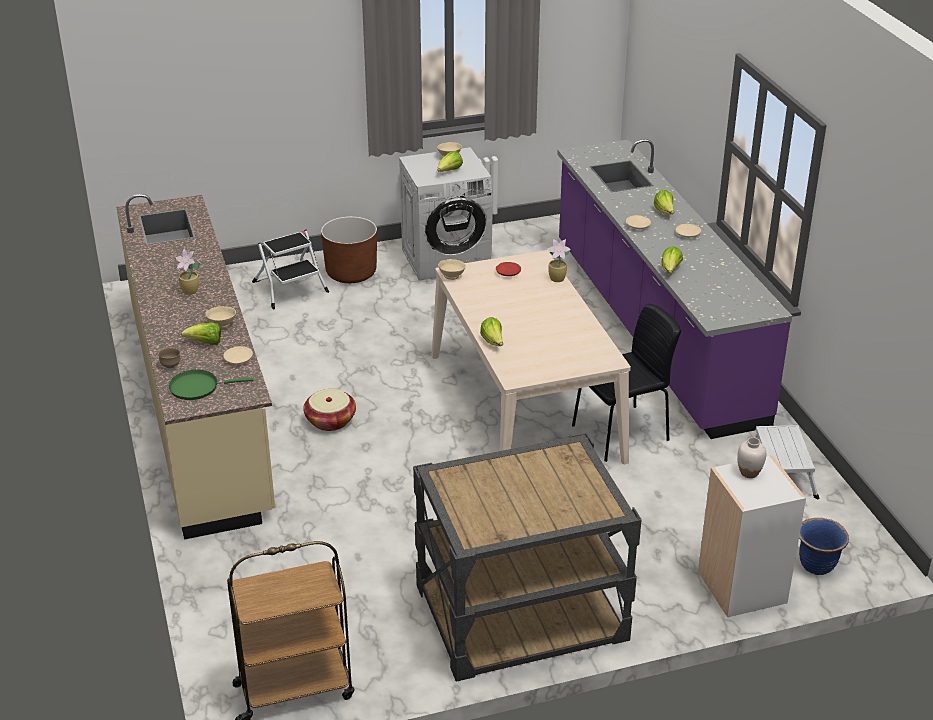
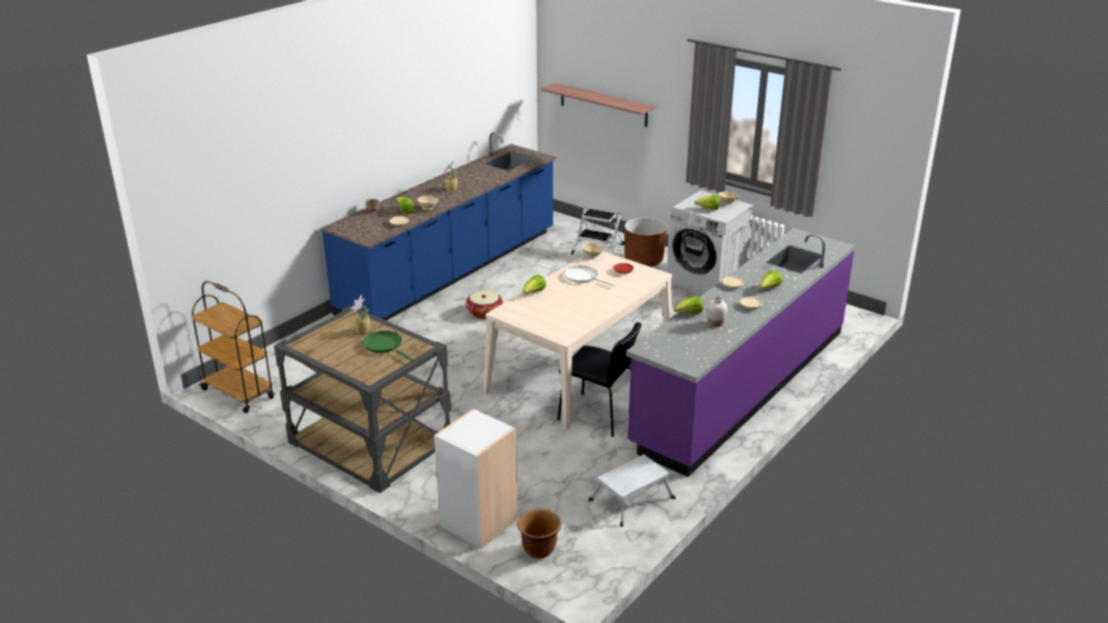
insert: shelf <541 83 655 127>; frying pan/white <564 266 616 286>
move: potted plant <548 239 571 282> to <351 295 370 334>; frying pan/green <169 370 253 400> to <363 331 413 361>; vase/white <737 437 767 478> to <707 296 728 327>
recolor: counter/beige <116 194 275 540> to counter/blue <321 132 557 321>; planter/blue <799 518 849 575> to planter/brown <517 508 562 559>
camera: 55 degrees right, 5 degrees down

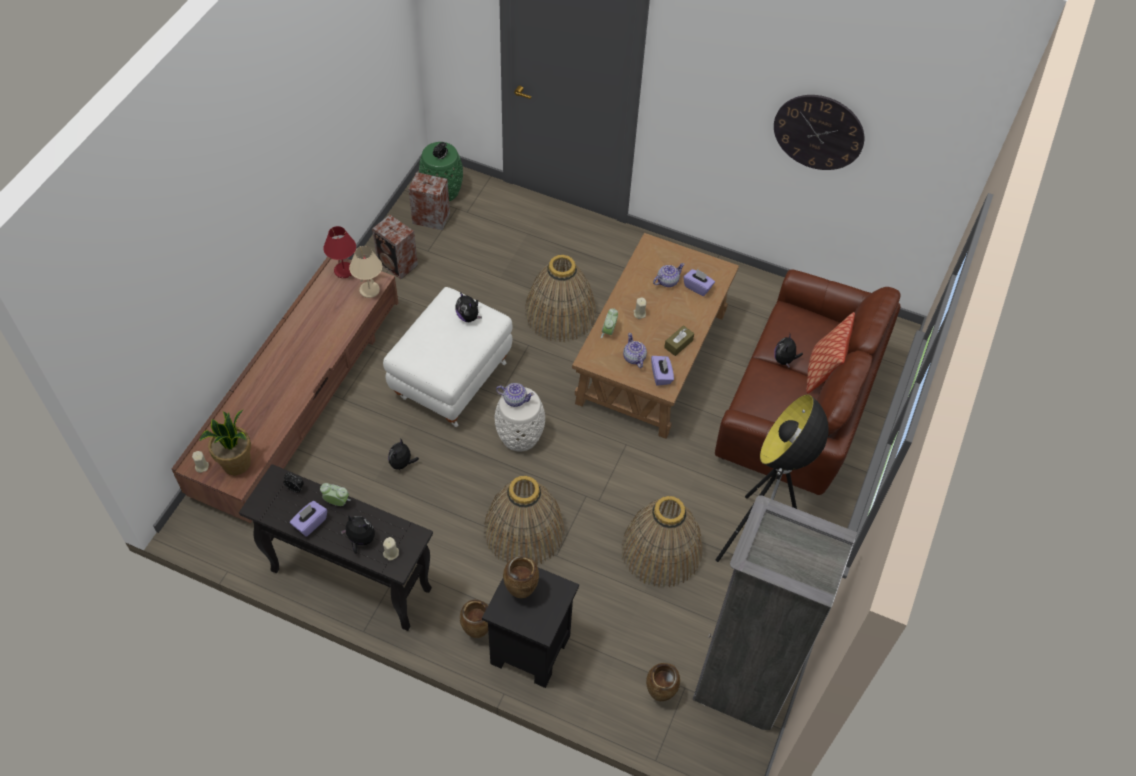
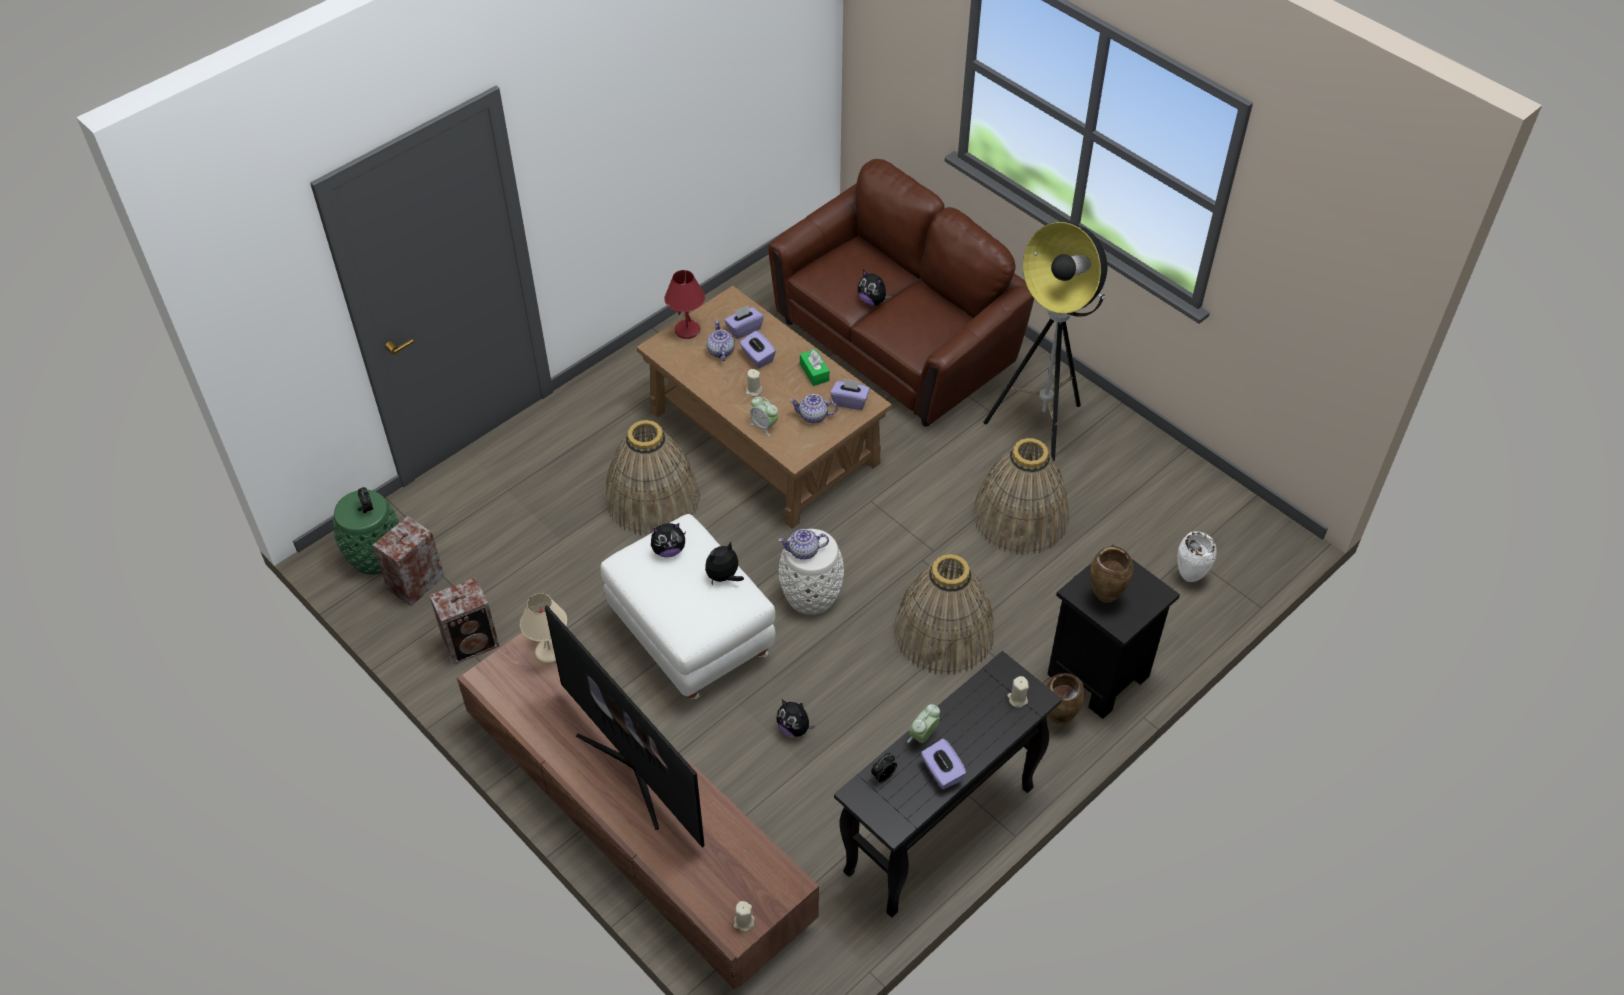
delete: wall clock <774 95 864 170>; pillow <806 312 855 393>; potted plant <199 410 251 475>; cabinet/grey <693 495 857 730>
insert: tissue box/purple <739 330 776 368>; television <545 606 704 847>
move: table lamp/red <323 226 356 278> to <664 270 705 339>; plush toy <340 514 375 554> to <705 541 744 585>
recolor: tissue box/brown <664 325 694 356> to tissue box/green <800 349 830 386>; vase/brown <646 663 680 701> to vase/white <1177 531 1217 582>
rotate: teapot <496 383 534 407> = <779 529 829 560> 135 degrees counterclockwise
camera: 65 degrees left, 5 degrees down

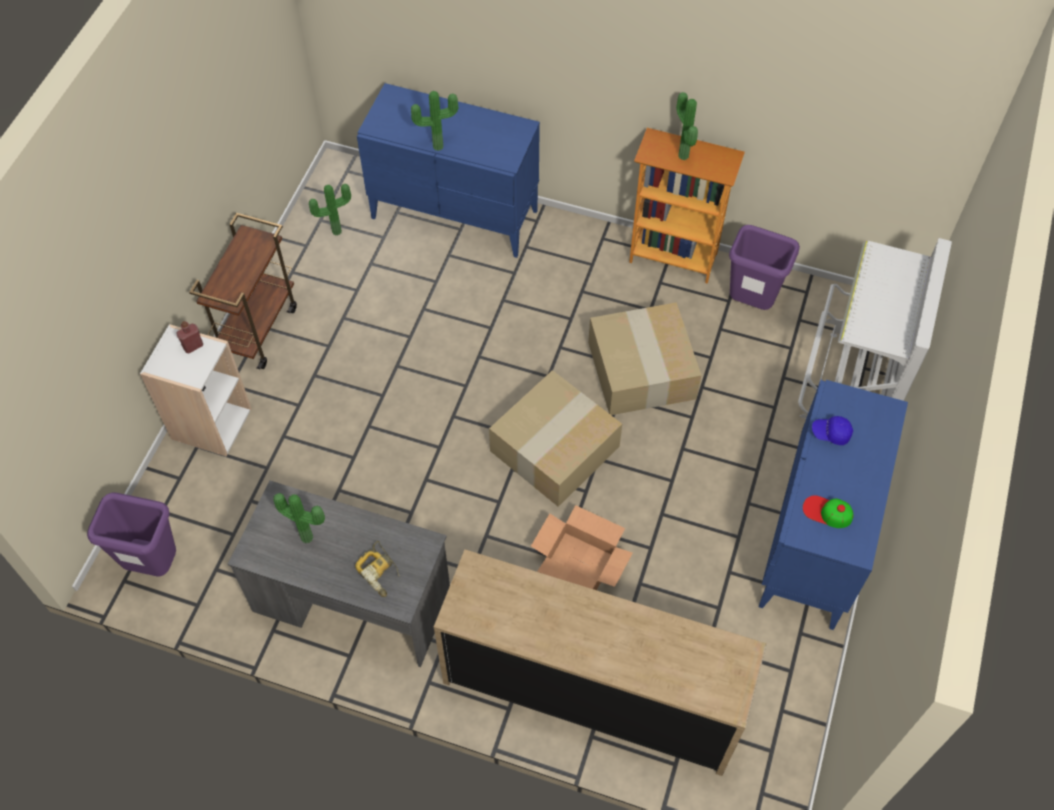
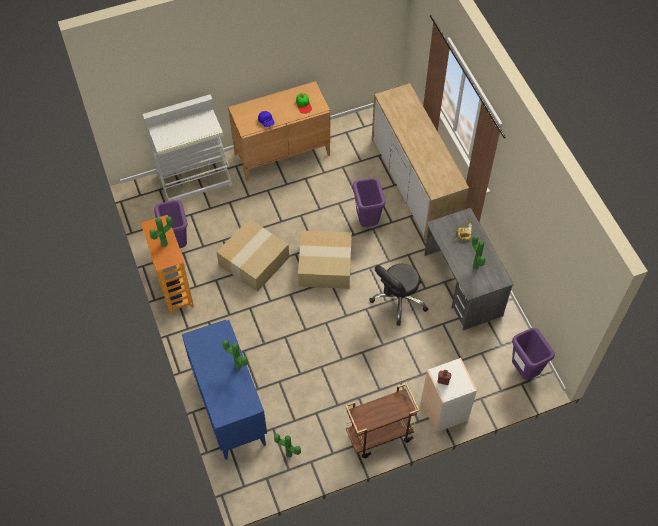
insert: office chair/black <369 264 428 326>
replace: cardboard box <531 505 633 590> to trash can/purple <352 178 386 227>
recolor: cabinet/blue <759 380 908 630> to cabinet/brown <228 81 330 182>
camera: 130 degrees left, 0 degrees up

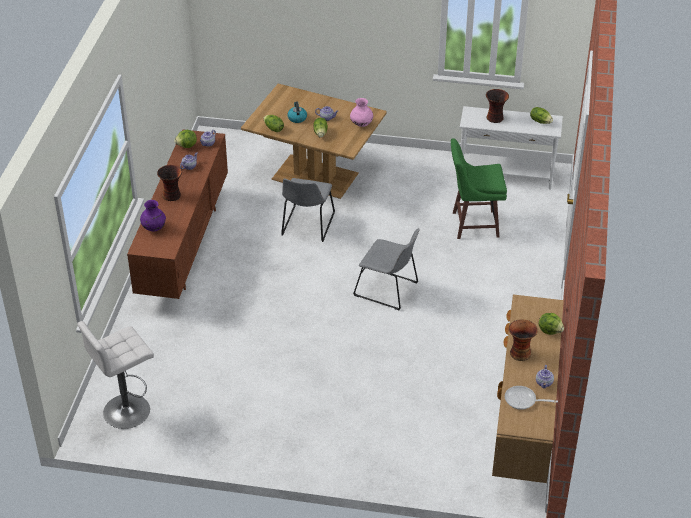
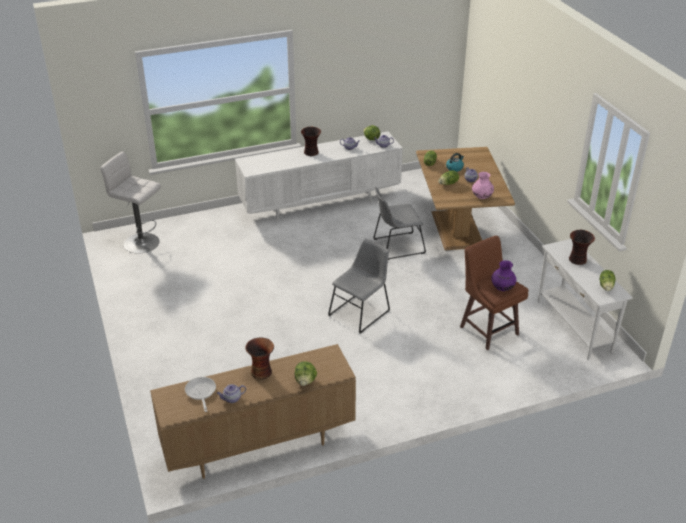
move: vase/purple <140 200 166 231> to <491 260 516 291>
recolor: cabinet/brown <127 129 228 299> to cabinet/white <235 131 403 221>; stool/green <451 138 507 239> to stool/brown <460 236 529 350>
rotate: chair/grey <353 228 420 310> = <328 239 390 334> 135 degrees counterclockwise
camera: 60 degrees right, 5 degrees down

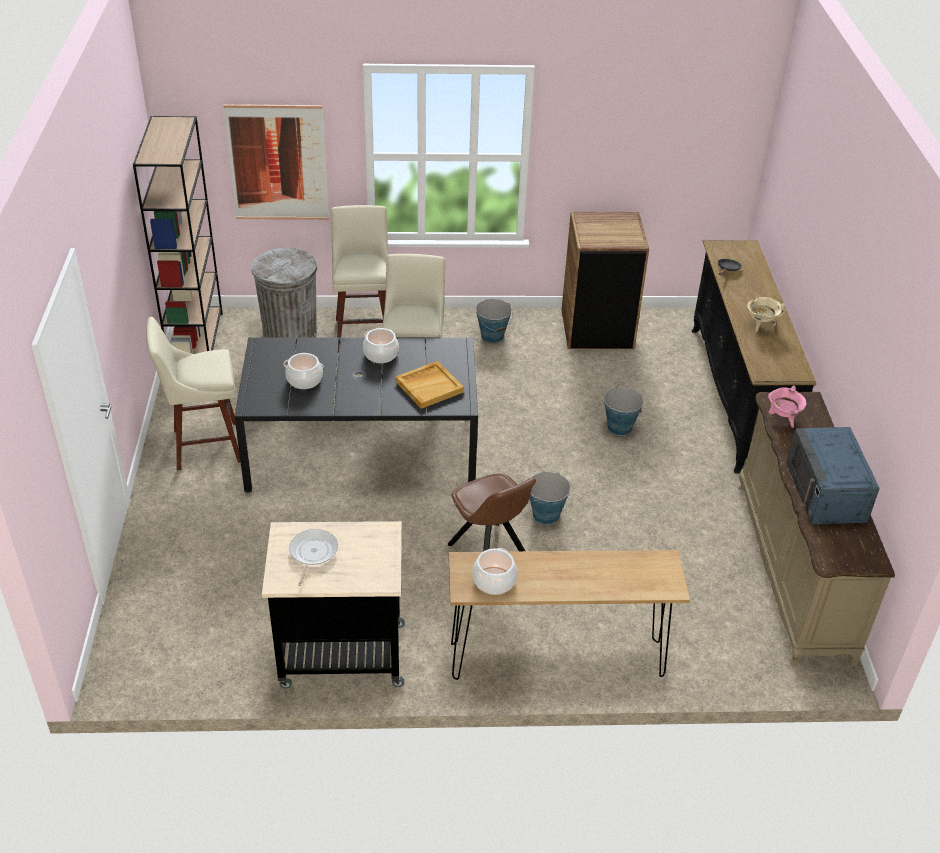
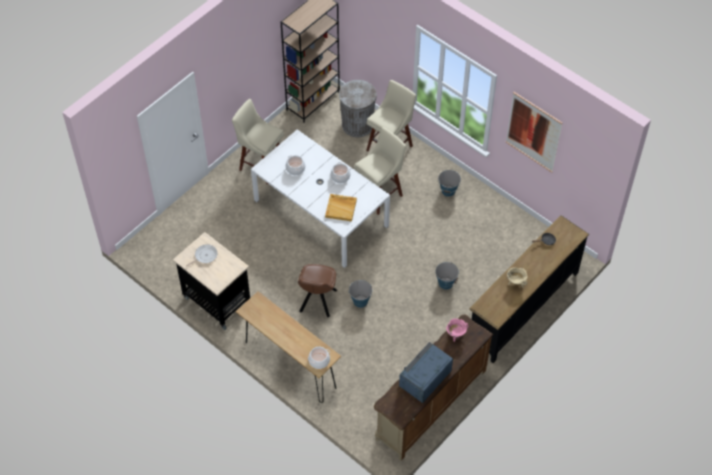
delete: cabinet/brown <561 212 649 349>
move: picture <223 104 329 220> to <506 92 562 173>; cooking pot <472 548 517 595> to <308 347 330 369>
recolor: dining table/black <234 337 478 493> to dining table/white <251 129 390 268>
camera: 45 degrees right, 15 degrees up

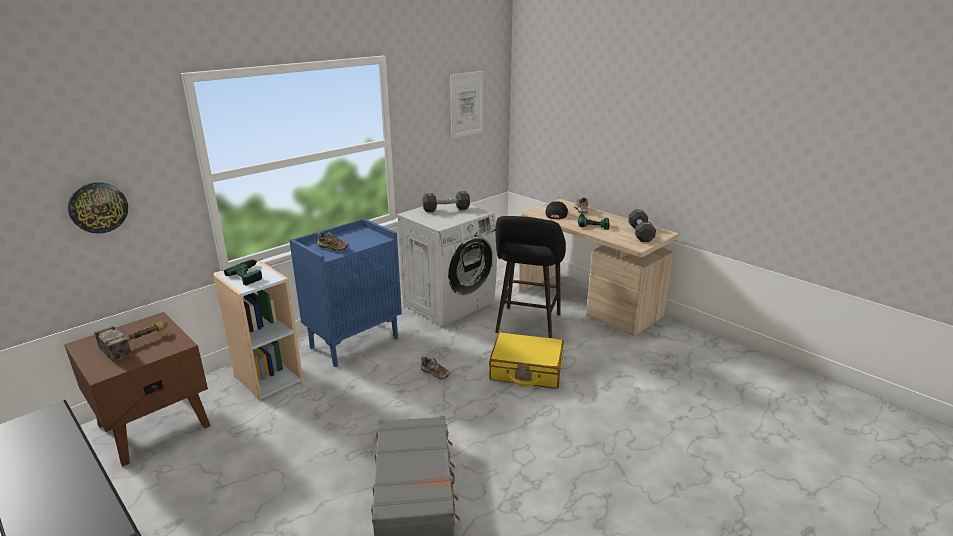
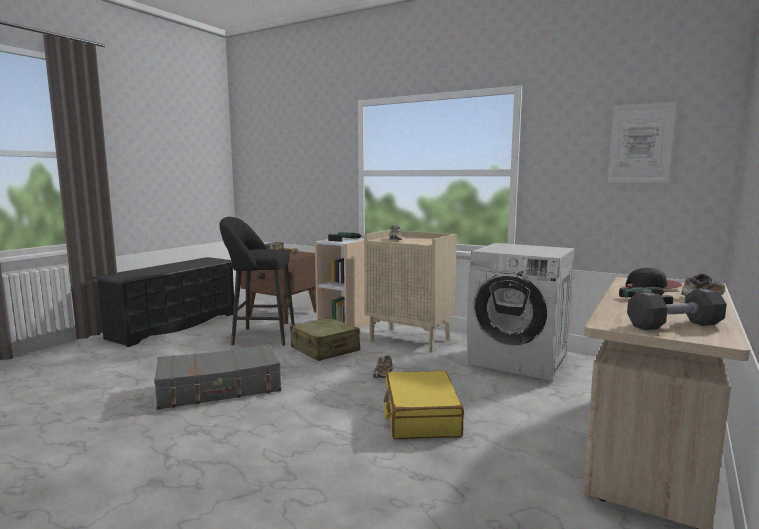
delete: wall clock <68 182 128 233>; dumbbell/black <423 191 470 212>
insert: suitcase/beige <290 317 360 361>
move: stool/black <495 216 566 338> to <220 217 295 346>
recolor: cabinet/blue <289 218 402 367> to cabinet/beige <364 230 457 352>
camera: 75 degrees right, 15 degrees down

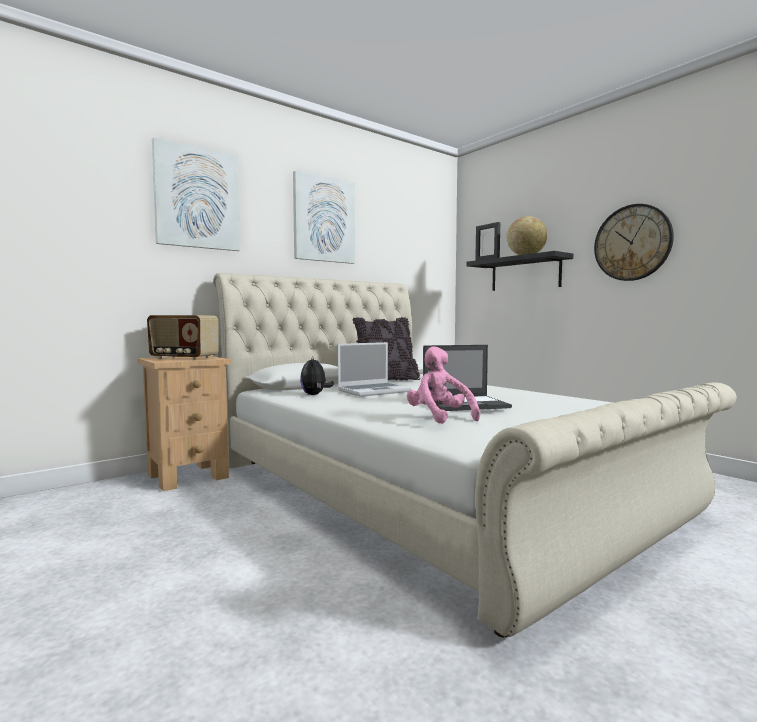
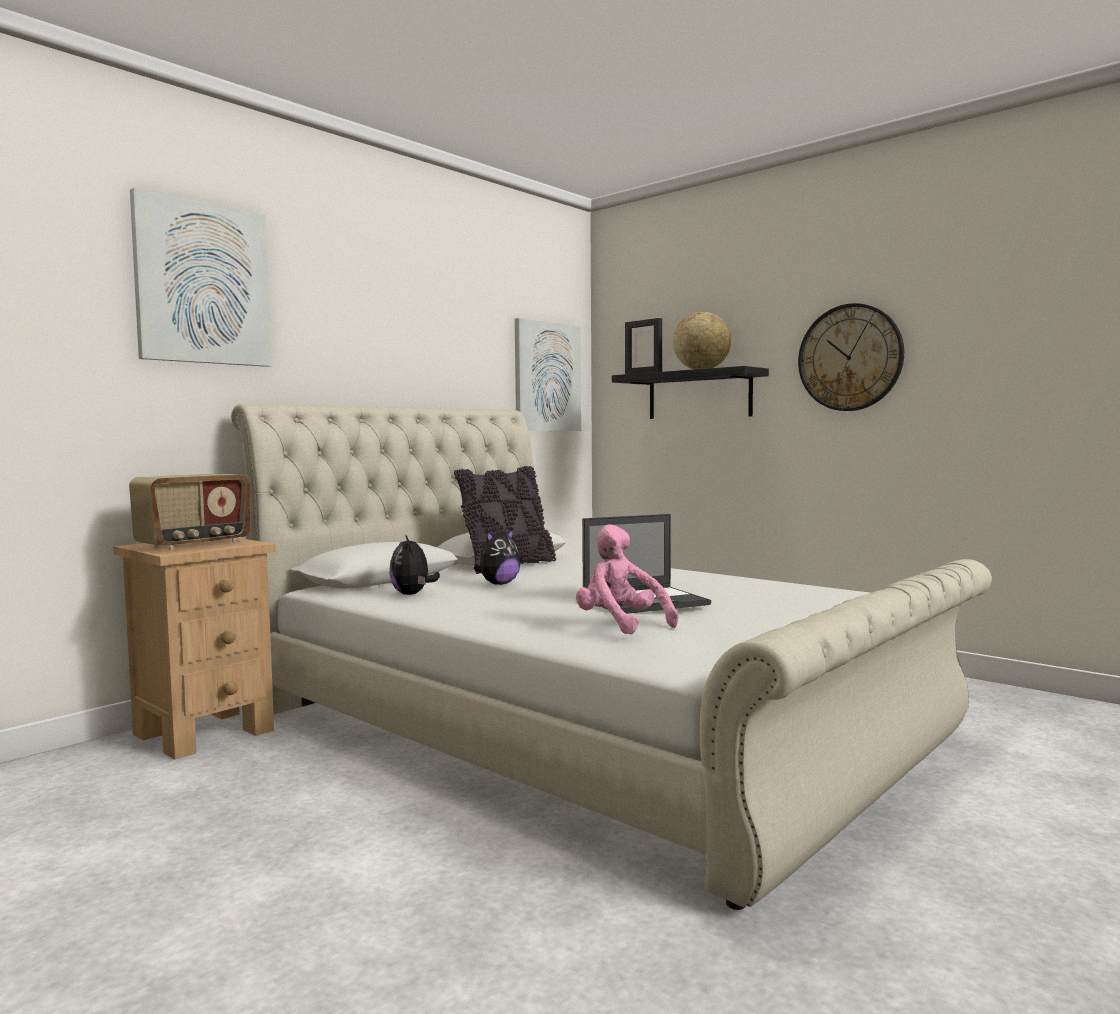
move: picture <293 171 355 264> to <515 318 581 431>
replace: laptop <338 342 411 397> to plush toy <474 529 521 585>
rotate: radio <147 315 219 360> = <129 474 251 550> 60 degrees counterclockwise
camera: 10 degrees left, 0 degrees up

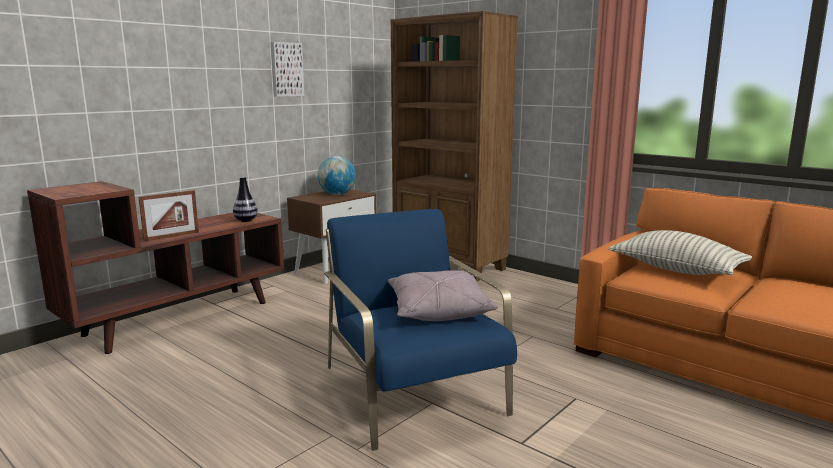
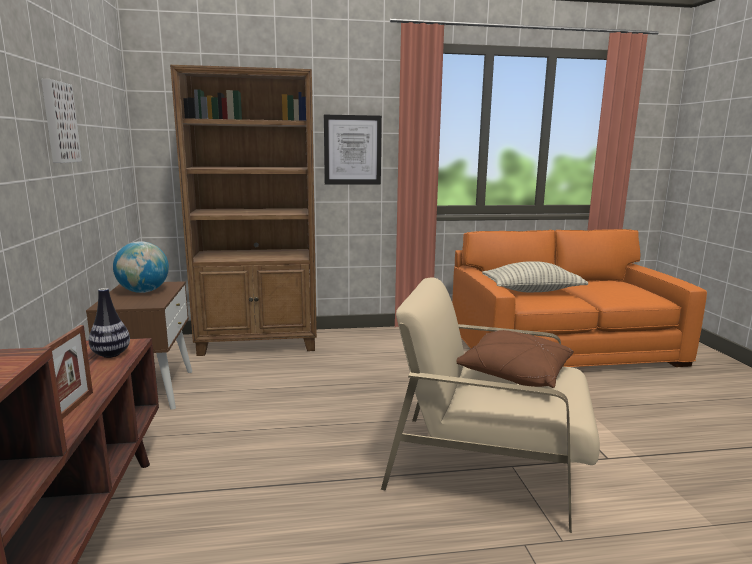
insert: picture <324 115 382 184>
recolor: armchair/blue <324 209 517 451> to armchair/beige <381 278 600 533>; pillow/purple <388 270 498 321> to pillow/brown <457 330 574 388>
camera: 50 degrees left, 0 degrees up

